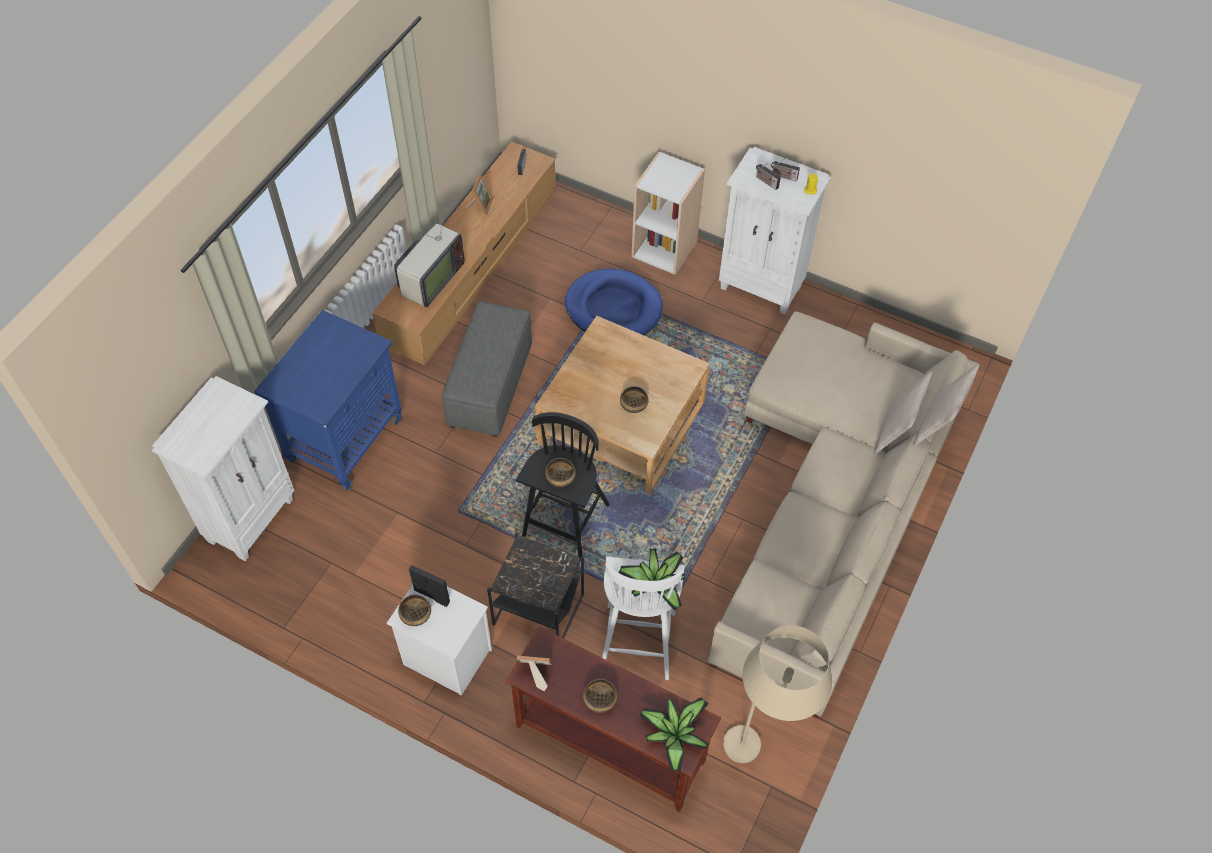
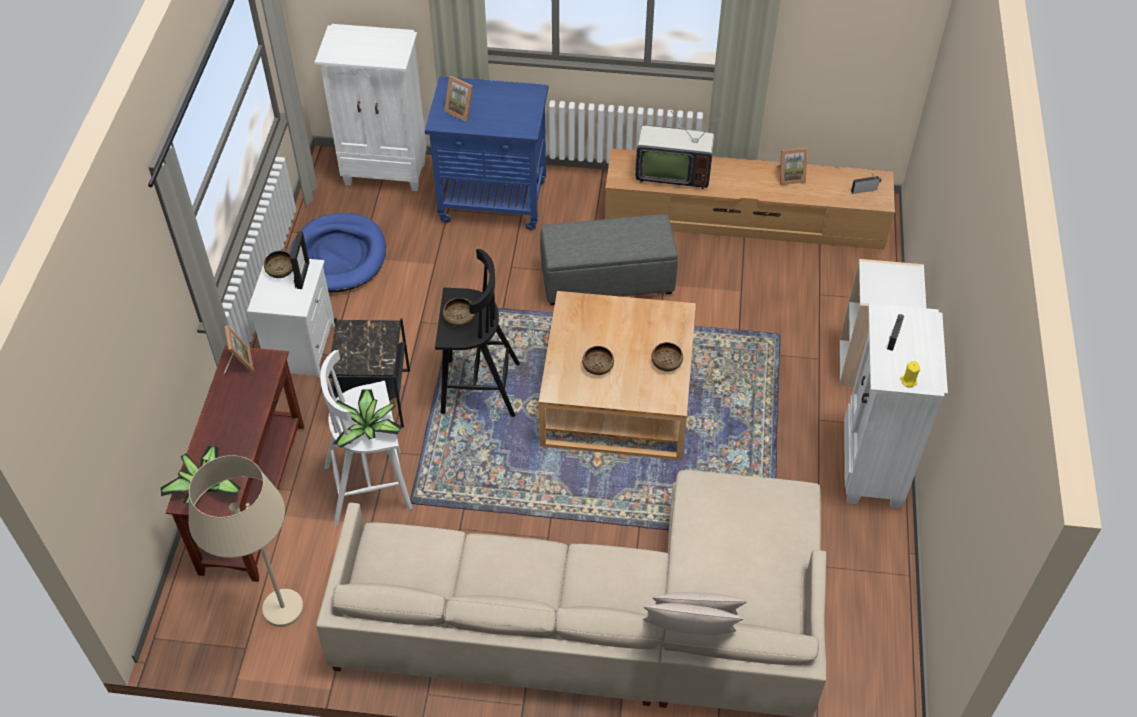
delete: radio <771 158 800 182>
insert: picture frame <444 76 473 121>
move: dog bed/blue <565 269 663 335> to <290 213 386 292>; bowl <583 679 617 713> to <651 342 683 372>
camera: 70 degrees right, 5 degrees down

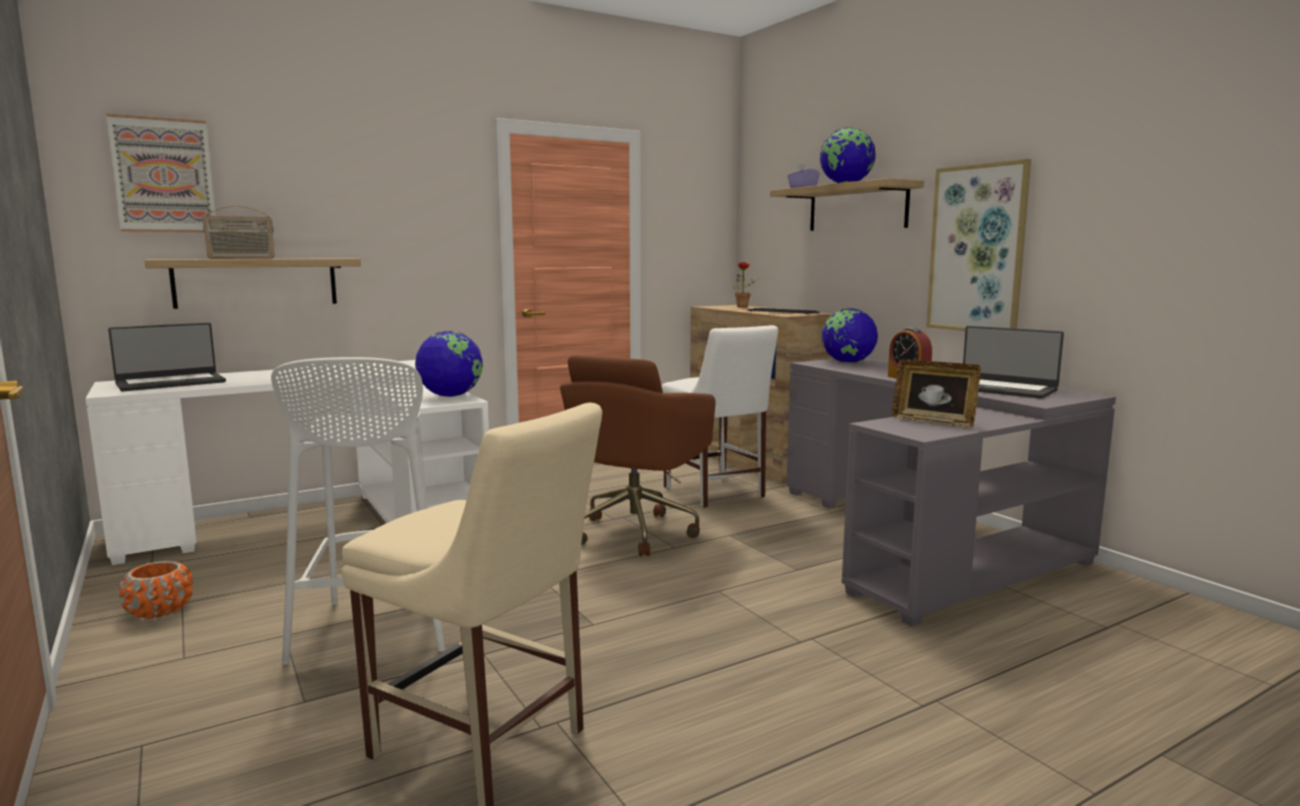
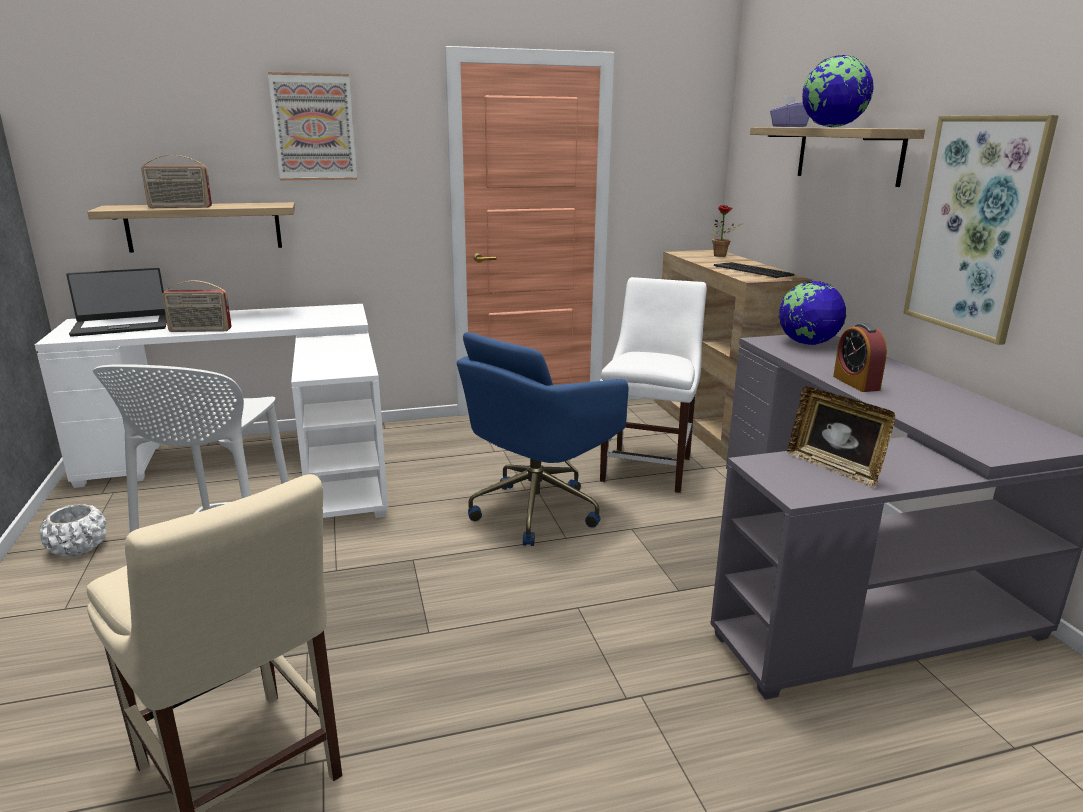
delete: laptop <963 326 1064 398>; globe <415 331 483 397>
insert: radio <162 281 232 332>
move: picture <106 114 216 232> to <268 72 357 180>
recolor: office chair/brown <560 355 716 556> to office chair/blue <457 332 628 546>; planter/orange <119 561 193 618> to planter/white <40 504 107 557>
rotate: chair/white <661 325 778 508> = <600 277 707 493> 150 degrees counterclockwise
camera: 15 degrees right, 10 degrees up

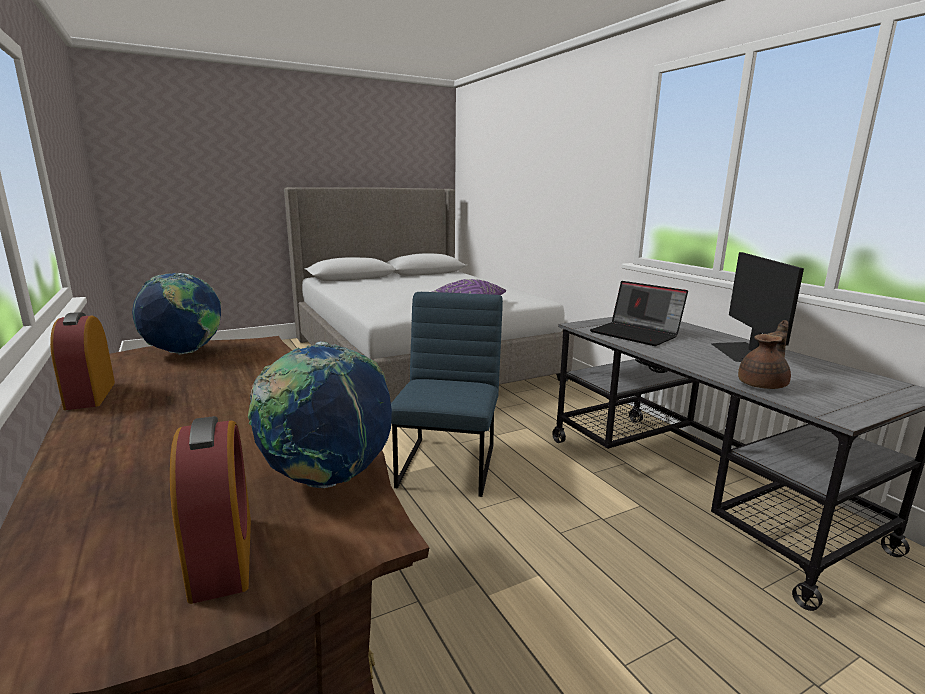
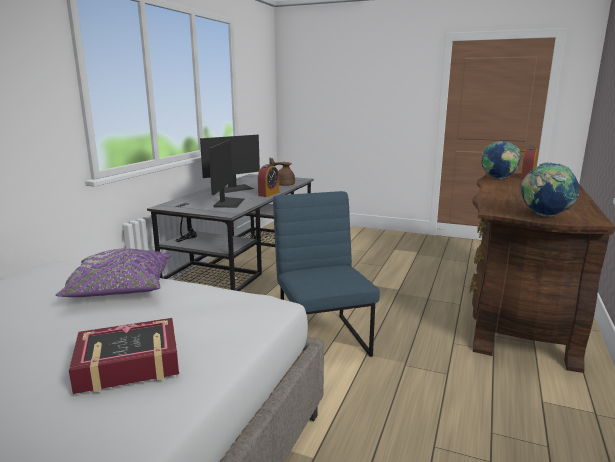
insert: book <69 318 179 394>
move: alarm clock <50 312 115 410> to <258 164 279 197>
replace: laptop <590 281 688 346> to monitor <209 140 245 208>
rotate: chair/blue <391 292 503 497> = <273 191 380 357> 105 degrees clockwise
camera: 130 degrees left, 0 degrees up

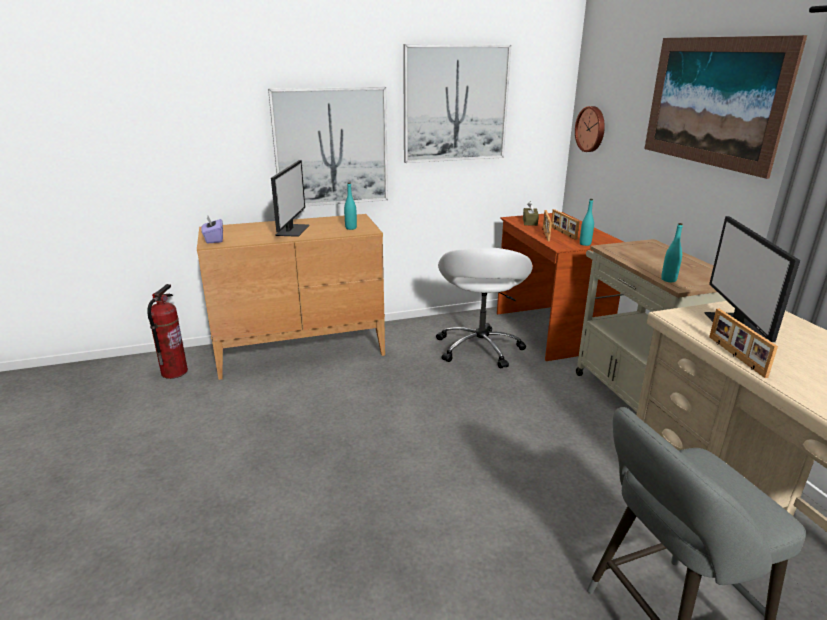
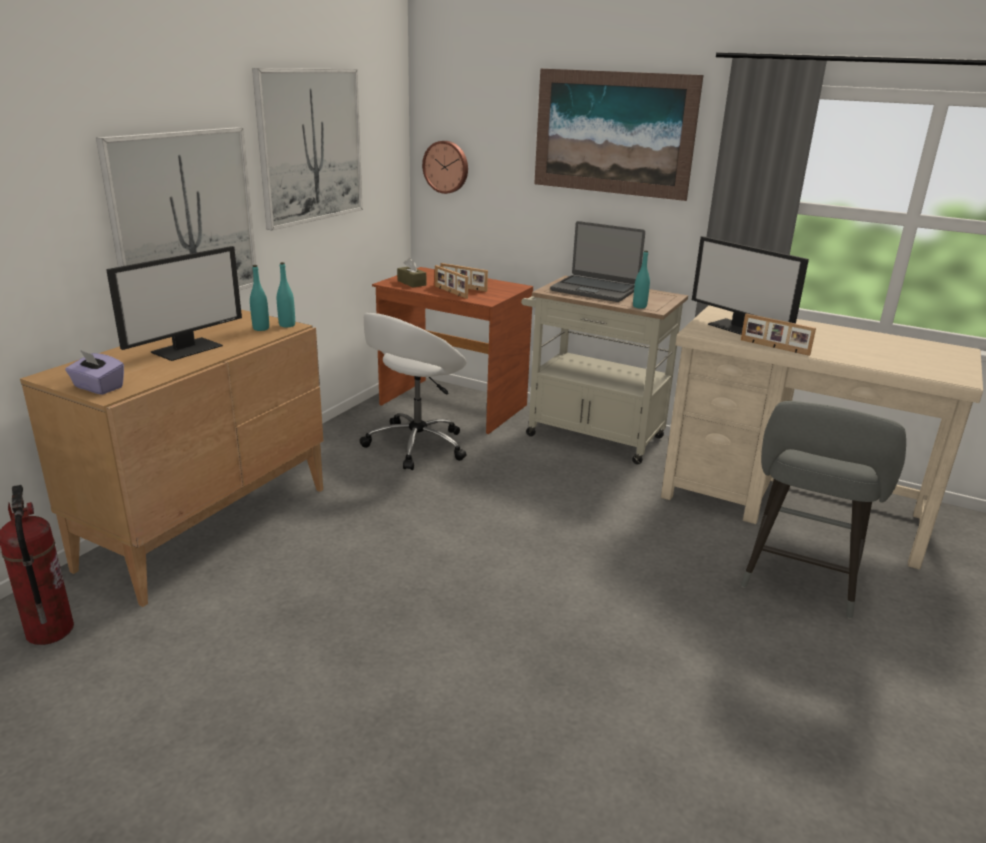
insert: laptop <550 221 645 302>
move: bottle/turquoise <580 199 594 246> to <277 262 295 327>
rotate: monitor <271 160 309 237> = <106 246 242 361> 75 degrees clockwise; office chair/white <436 247 532 368> = <359 313 467 470> 75 degrees clockwise
camera: 45 degrees left, 0 degrees up

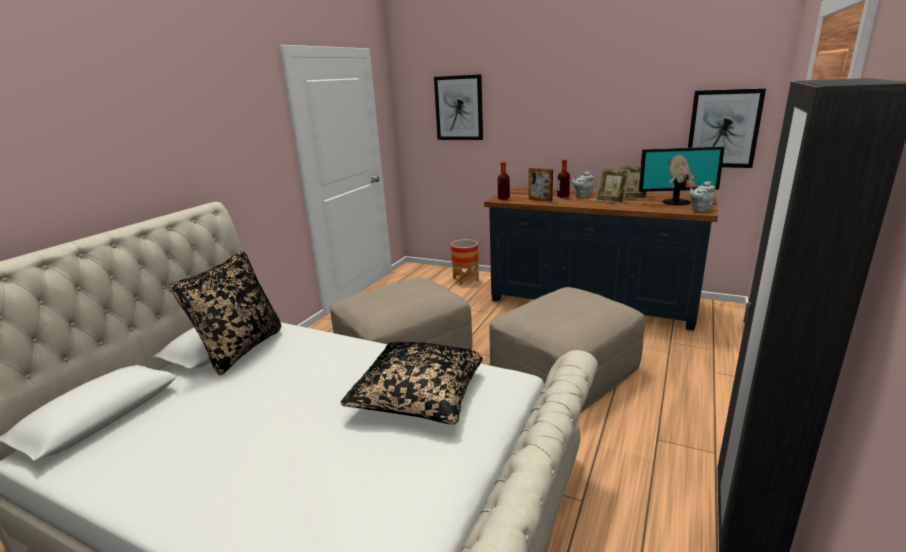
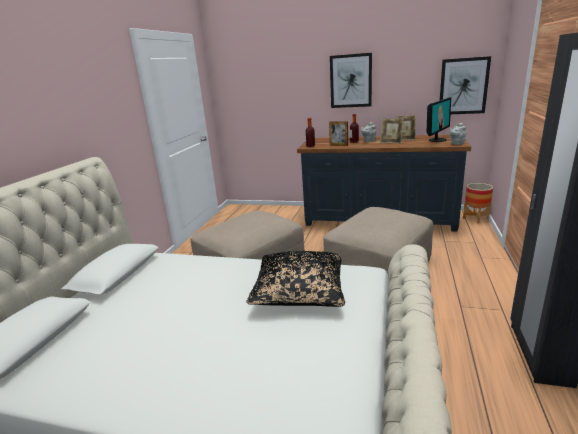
delete: pillow/black <169 251 281 375>
move: picture <434 74 483 140> to <330 53 372 108>; planter <451 239 479 285> to <463 183 493 223>
rotate: monitor <639 146 725 205> = <427 97 451 142> 45 degrees counterclockwise
camera: 10 degrees left, 0 degrees up

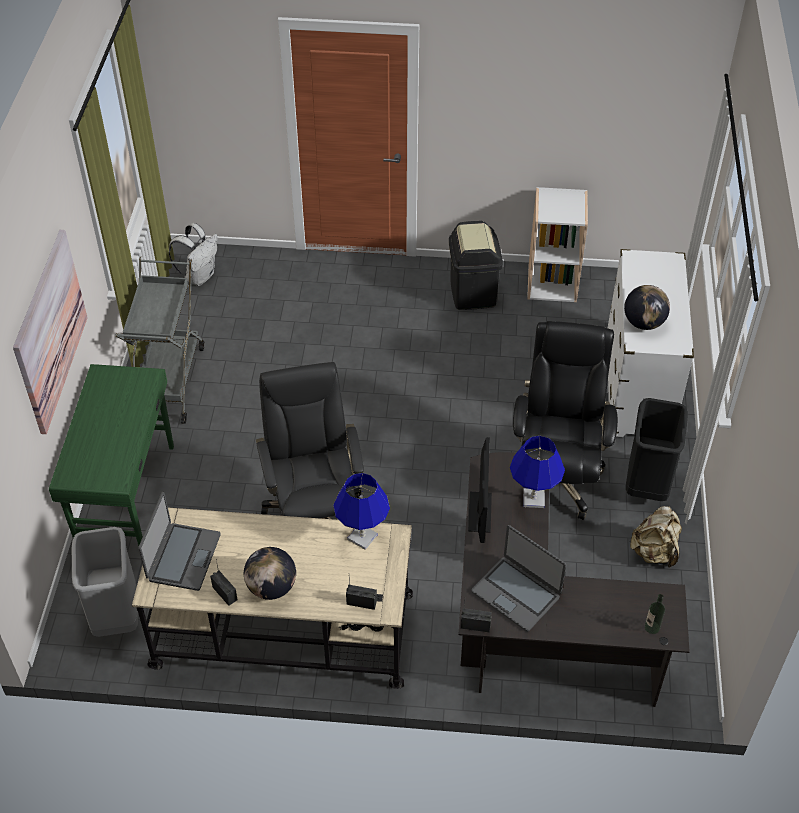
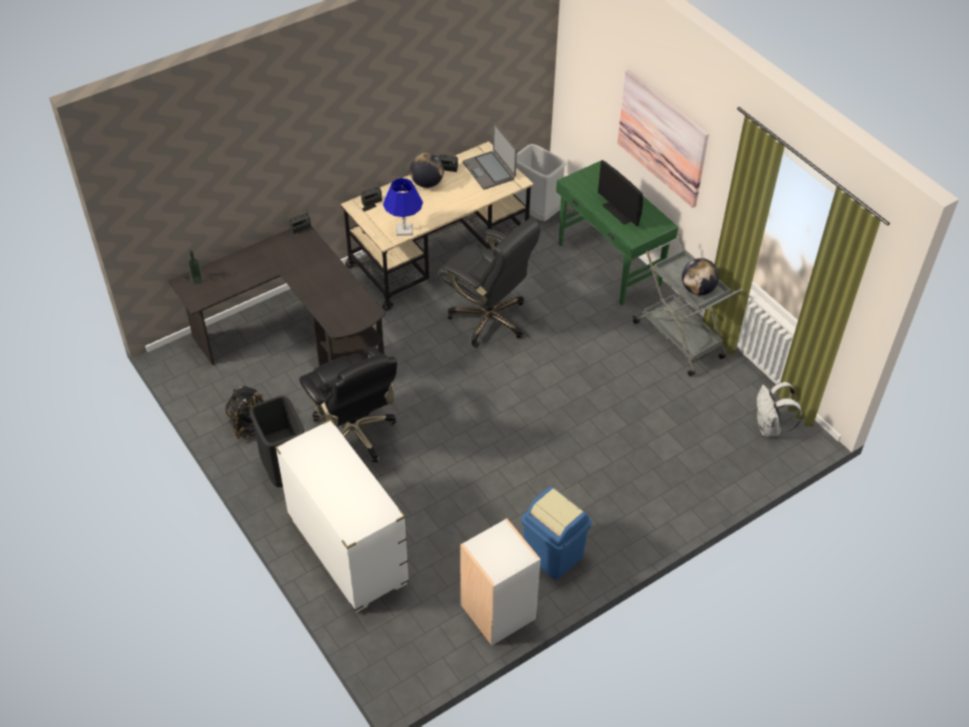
delete: table lamp/blue <510 436 565 508>; laptop <471 525 566 632>
move: globe <624 285 670 330> to <682 258 719 295>; monitor <468 437 492 543> to <598 160 643 226>
recolor: trash can/black <449 221 503 310> to trash can/blue <521 487 592 580>; backpack/beige <630 506 682 568> to backpack/black <225 386 264 440>
camera: 140 degrees right, 0 degrees up

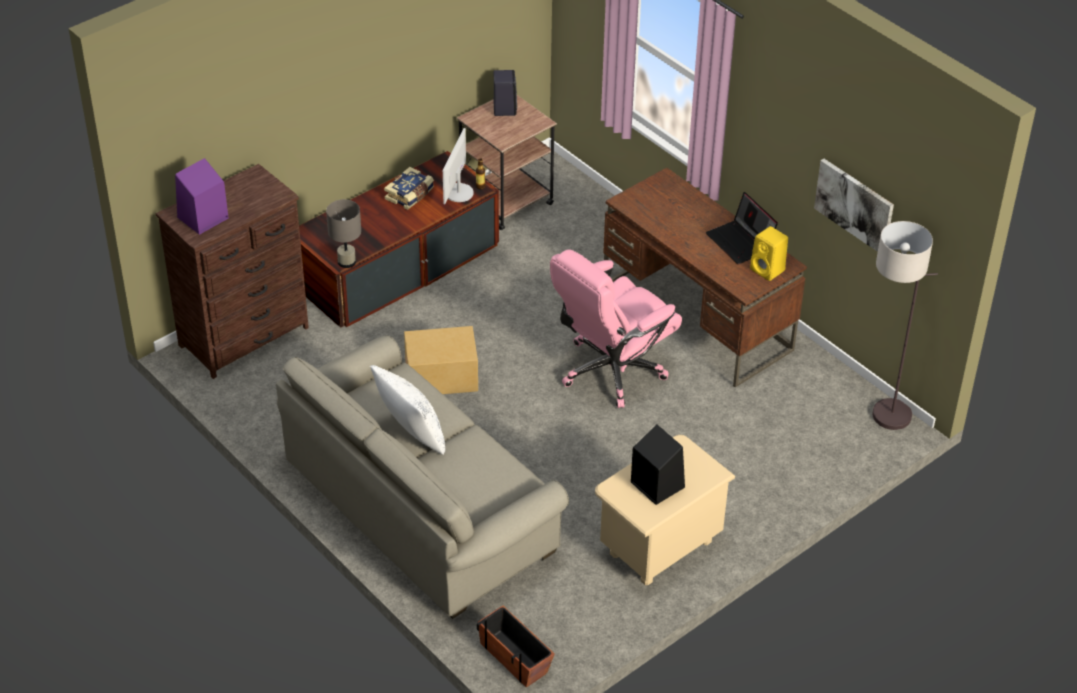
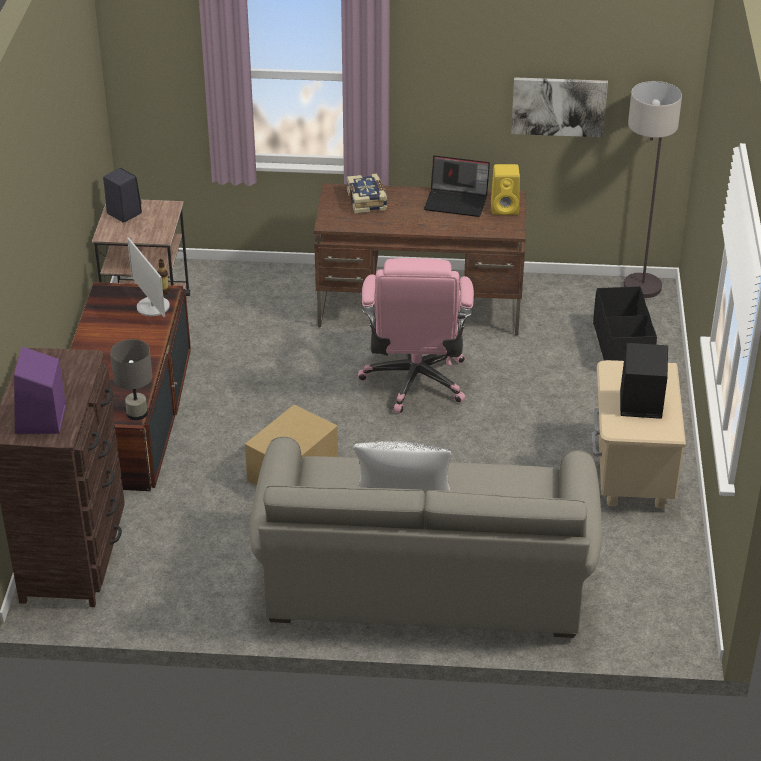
delete: planter <477 606 555 687>
insert: storage box/black <593 286 657 361>
move: book <384 167 434 210> to <347 173 387 214>
camera: 45 degrees left, 5 degrees down

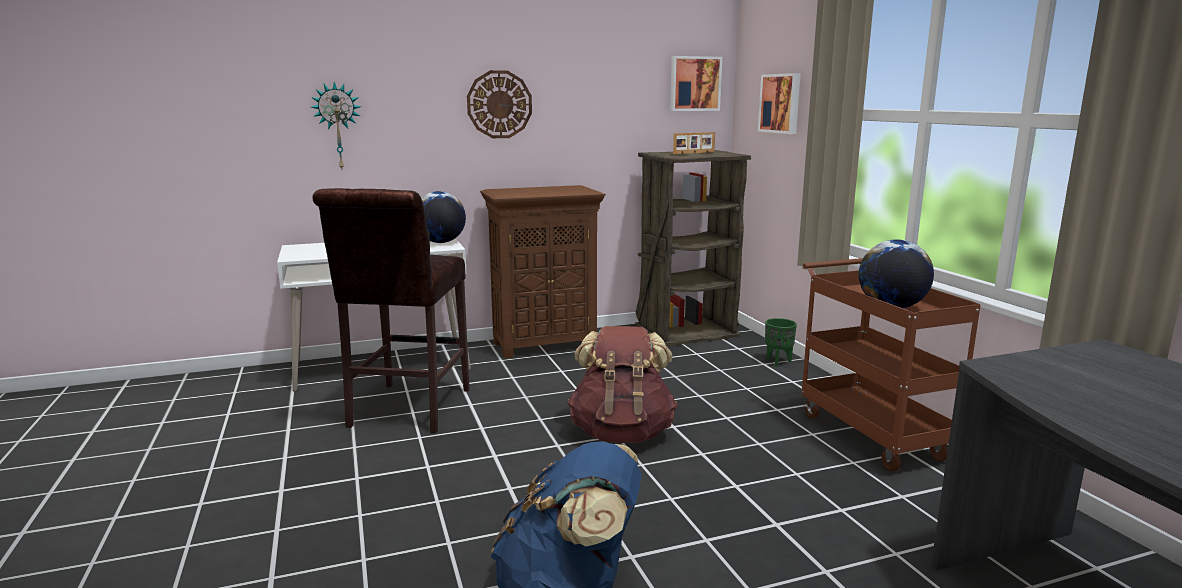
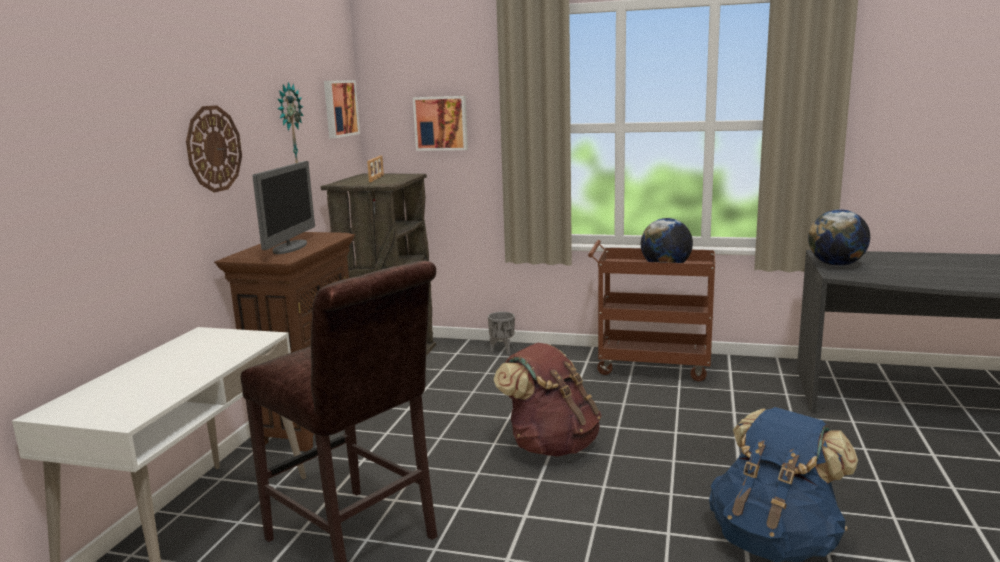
insert: monitor <252 161 315 254>
move: wall clock <311 82 361 169> to <277 82 304 163>; globe <421 191 466 243> to <808 209 870 266>
recolor: planter/green <765 318 797 367> to planter/grey <488 312 515 354>
camera: 55 degrees left, 0 degrees up

